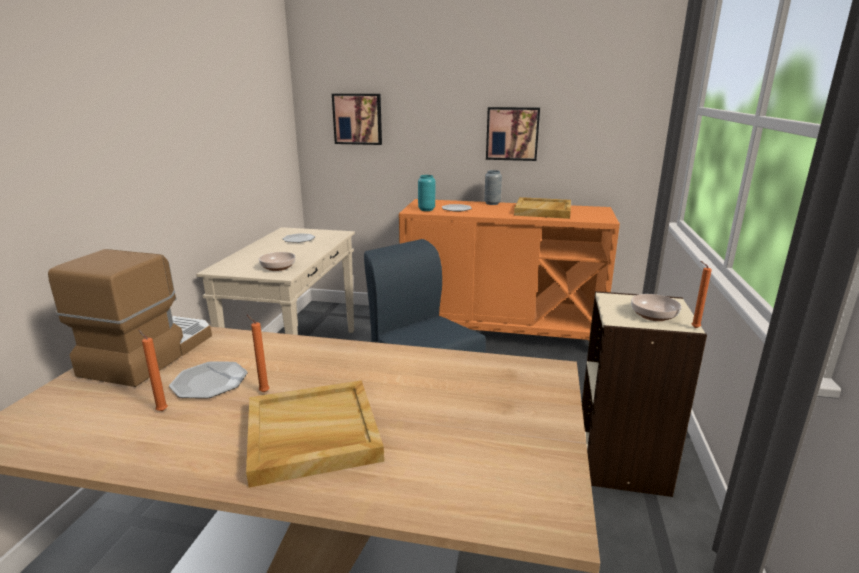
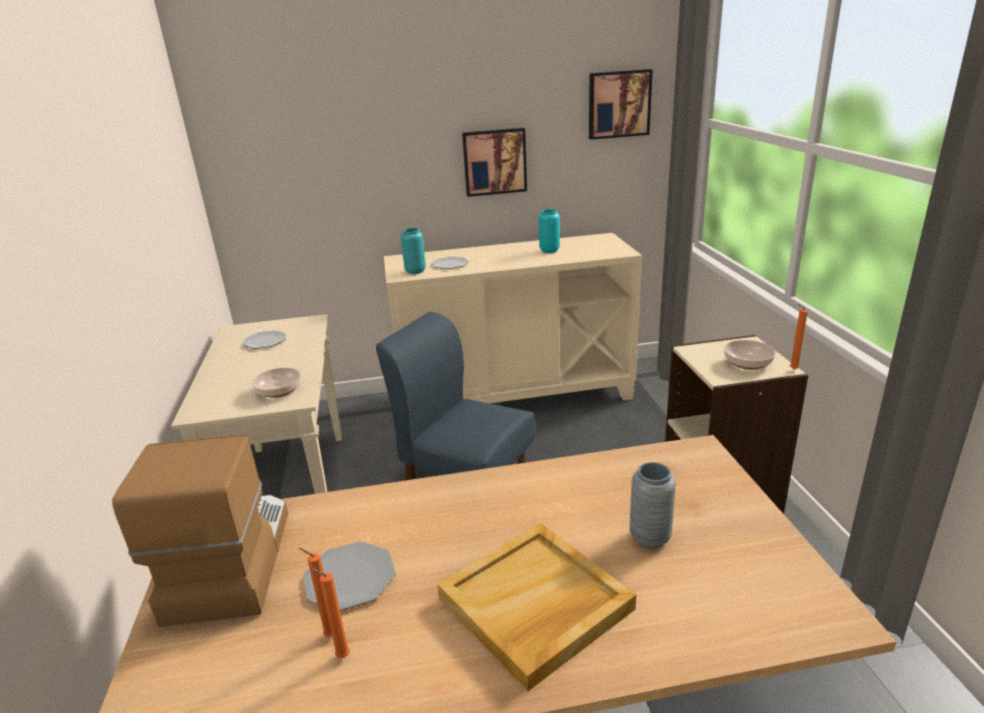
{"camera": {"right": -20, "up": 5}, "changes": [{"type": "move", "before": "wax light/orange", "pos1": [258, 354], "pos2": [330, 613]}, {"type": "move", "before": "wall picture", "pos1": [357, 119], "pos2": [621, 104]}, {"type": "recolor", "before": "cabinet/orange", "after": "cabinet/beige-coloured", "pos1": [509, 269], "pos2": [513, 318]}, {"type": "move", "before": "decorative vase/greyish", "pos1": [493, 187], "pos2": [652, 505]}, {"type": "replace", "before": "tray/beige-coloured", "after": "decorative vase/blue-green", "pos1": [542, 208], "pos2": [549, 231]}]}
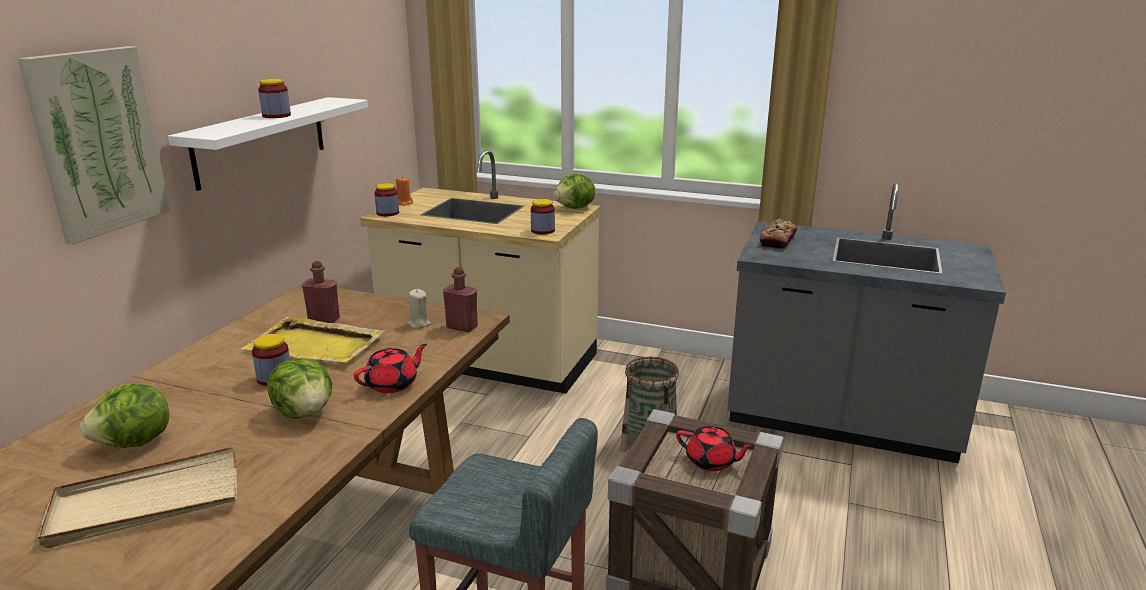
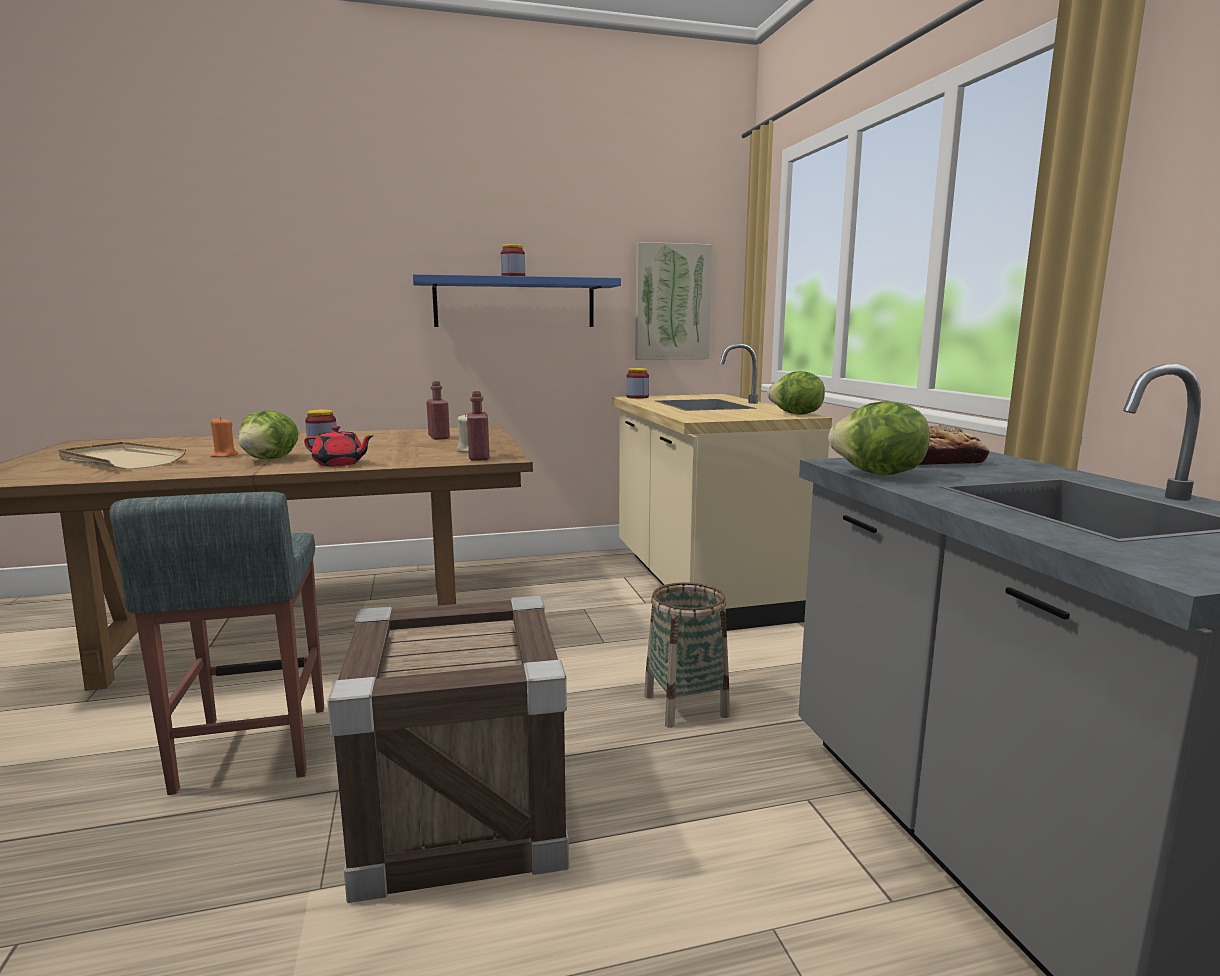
{"camera": {"right": 55, "up": -10}, "changes": [{"type": "move", "before": "wall picture", "pos1": [94, 145], "pos2": [674, 301]}, {"type": "move", "before": "lettuce", "pos1": [124, 416], "pos2": [879, 438]}, {"type": "recolor", "before": "wall shelf/white-coloured", "after": "wall shelf/blue-coloured", "pos1": [268, 144], "pos2": [517, 300]}, {"type": "delete", "before": "tray/yellow", "pos1": [313, 339]}, {"type": "move", "before": "wax light/orange", "pos1": [404, 191], "pos2": [224, 437]}, {"type": "delete", "before": "jar", "pos1": [543, 217]}, {"type": "delete", "before": "teapot/red", "pos1": [715, 448]}]}
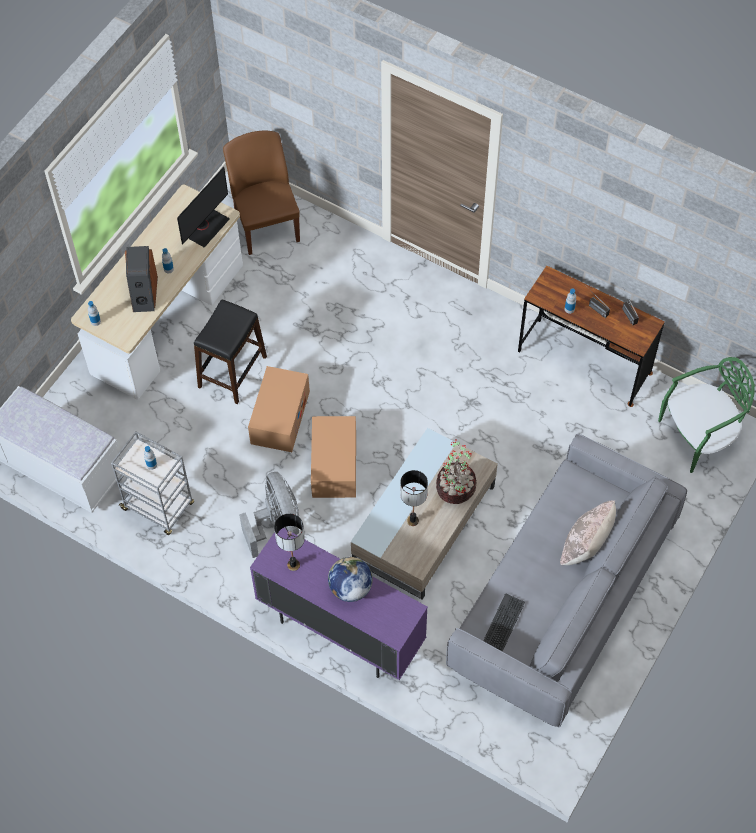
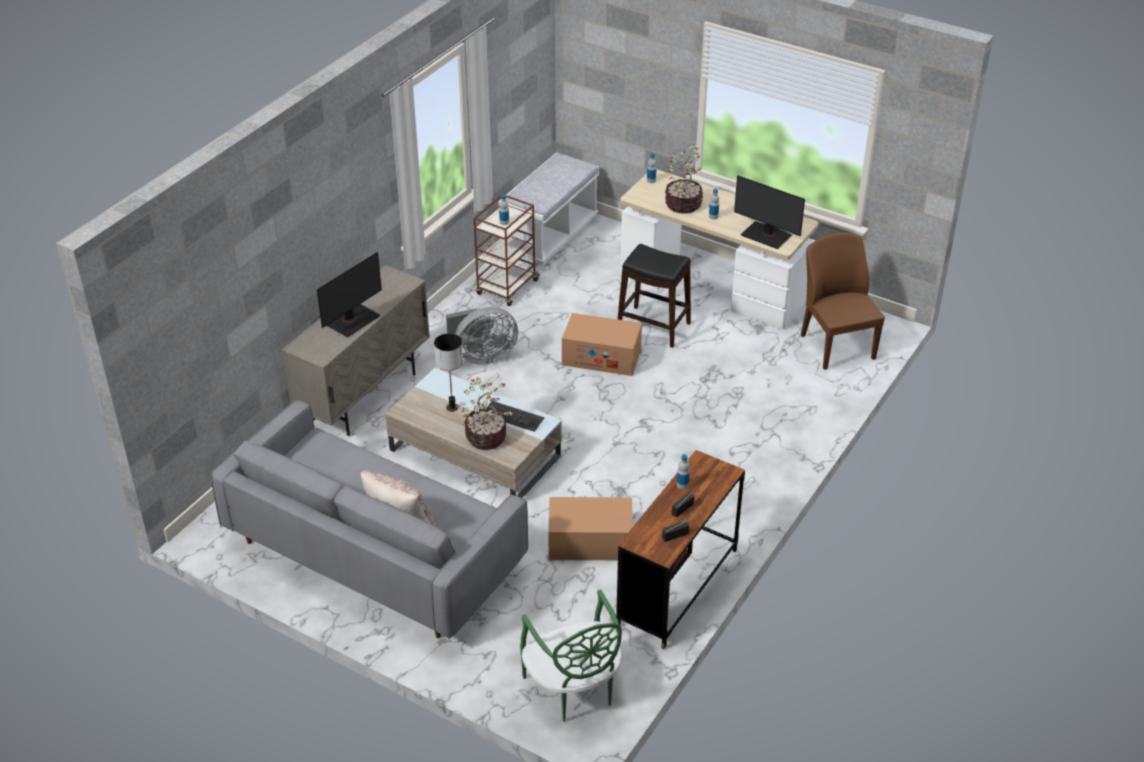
{"camera": {"right": 90, "up": -20}, "changes": [{"type": "recolor", "before": "cart/greyish", "after": "cart/brown-coloured", "pos1": [152, 483], "pos2": [506, 250]}, {"type": "replace", "before": "speaker", "after": "houseplant", "pos1": [141, 279], "pos2": [684, 179]}, {"type": "rotate", "before": "upright chair/brown-coloured", "pos1": [261, 192], "pos2": [843, 301], "turn": -90}, {"type": "recolor", "before": "cabinet/purple", "after": "cabinet/beige-coloured", "pos1": [339, 604], "pos2": [356, 350]}, {"type": "delete", "before": "lamp for a table", "pos1": [289, 542]}, {"type": "move", "before": "packing box", "pos1": [333, 457], "pos2": [590, 528]}, {"type": "replace", "before": "desk globe", "after": "monitor", "pos1": [350, 579], "pos2": [349, 294]}, {"type": "move", "before": "keyboard", "pos1": [504, 622], "pos2": [515, 416]}]}
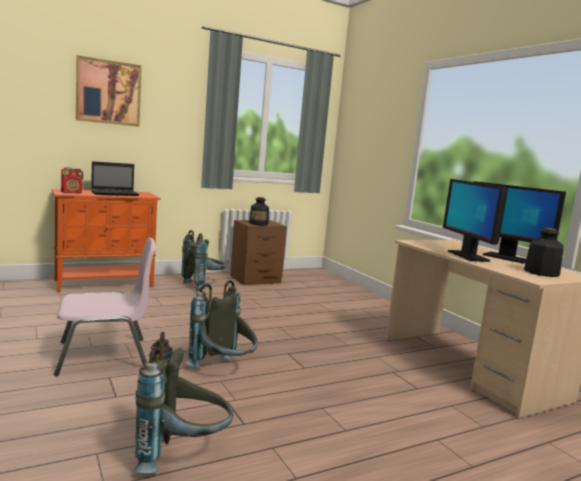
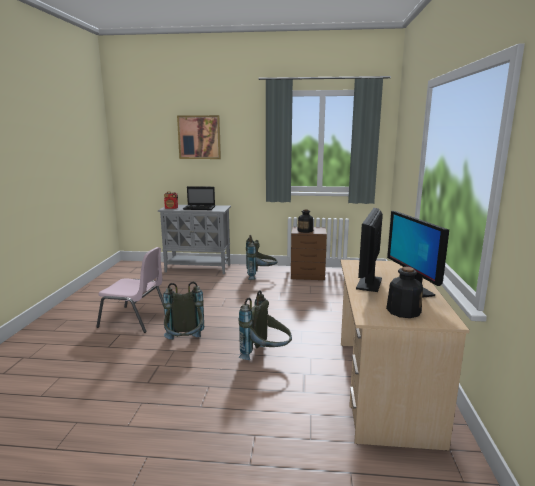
{"camera": {"right": 35, "up": 5}, "changes": [{"type": "recolor", "before": "cabinet/orange", "after": "cabinet/greyish", "pos1": [106, 240], "pos2": [194, 239]}, {"type": "move", "before": "rucksack/greyish", "pos1": [183, 402], "pos2": [265, 325]}]}
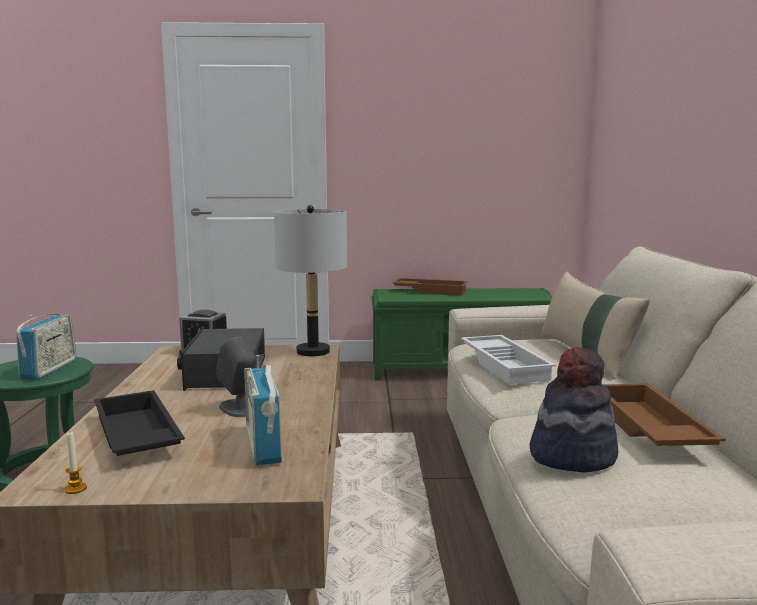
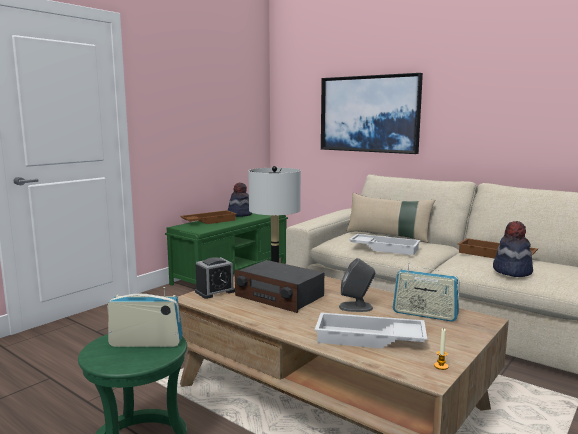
{"camera": {"right": -50, "up": 0}, "changes": [{"type": "rotate", "before": "radio set", "pos1": [46, 347], "pos2": [145, 317], "turn": -45}, {"type": "recolor", "before": "tray/black", "after": "tray/white-coloured", "pos1": [139, 423], "pos2": [371, 330]}, {"type": "insert", "after": "hat", "pos2": [240, 200]}, {"type": "insert", "after": "wall picture", "pos2": [372, 113]}]}
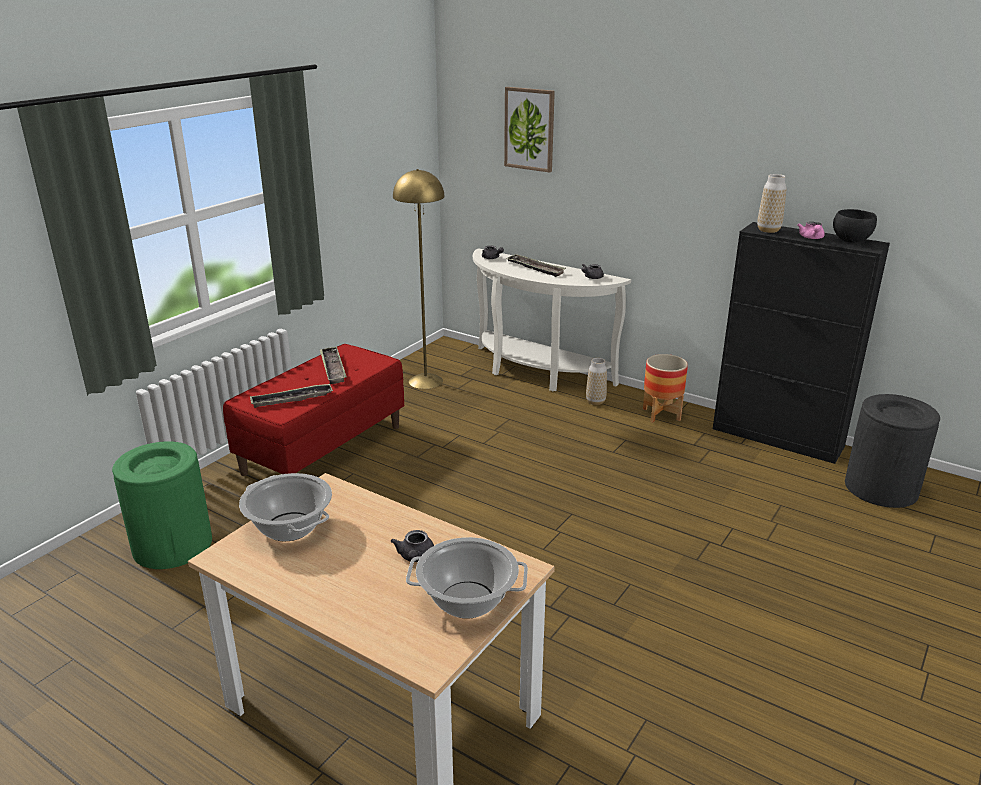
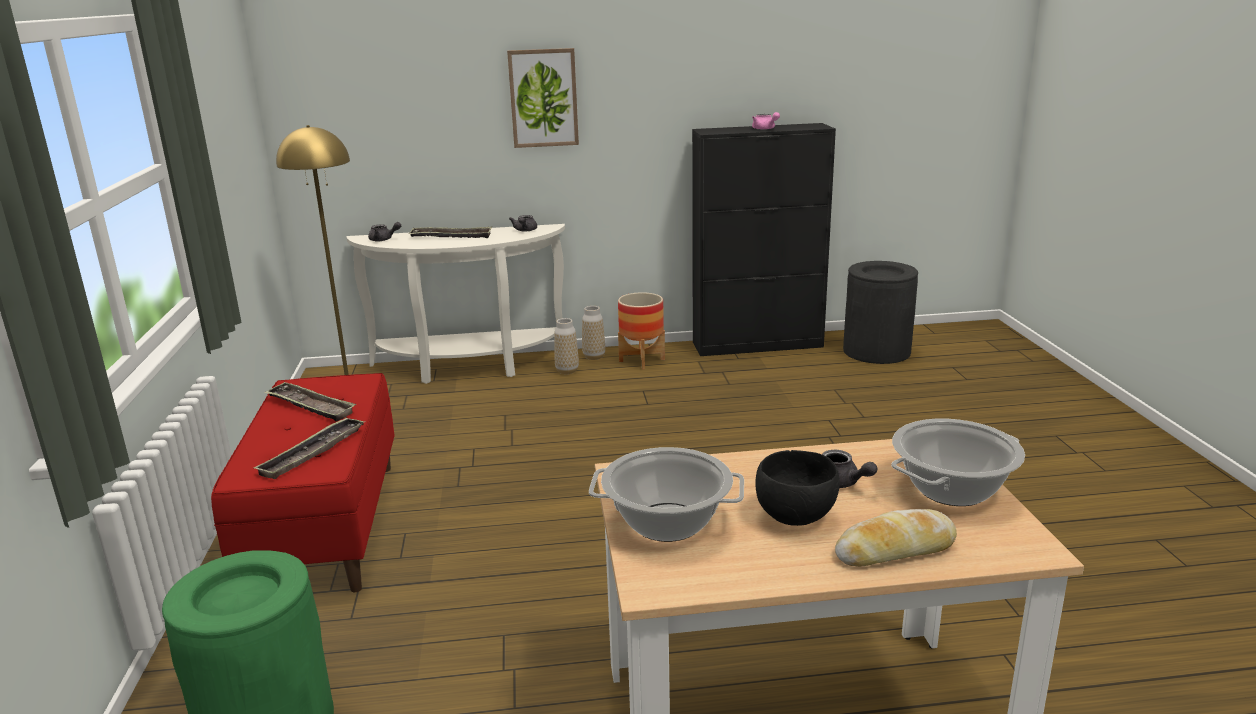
{"camera": {"right": -40, "up": -5}, "changes": [{"type": "move", "before": "wall picture", "pos1": [529, 130], "pos2": [543, 98]}, {"type": "move", "before": "decorative vase", "pos1": [771, 203], "pos2": [593, 333]}, {"type": "move", "before": "serving bowl/black", "pos1": [855, 226], "pos2": [797, 488]}, {"type": "insert", "after": "baked bread", "pos2": [896, 538]}]}
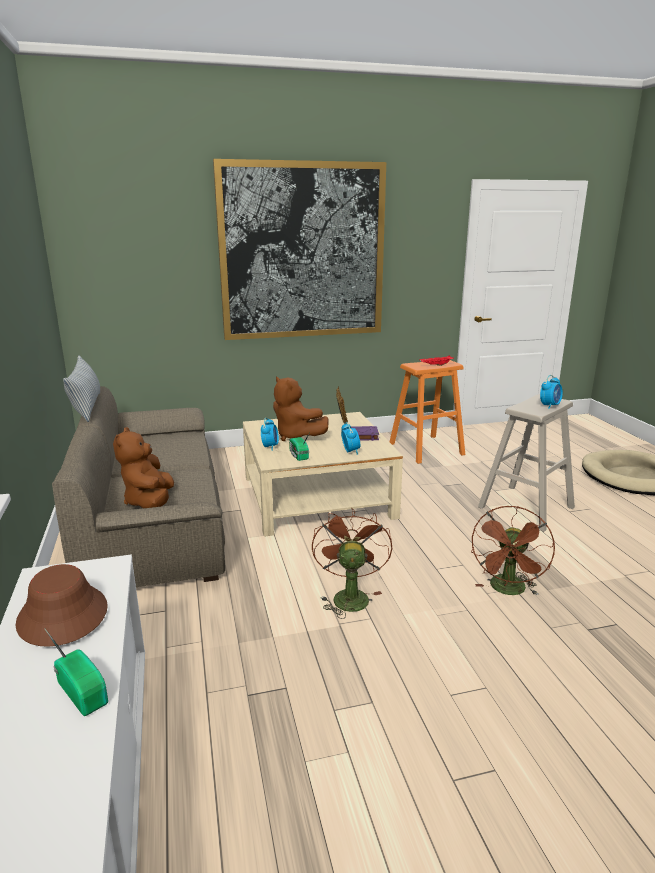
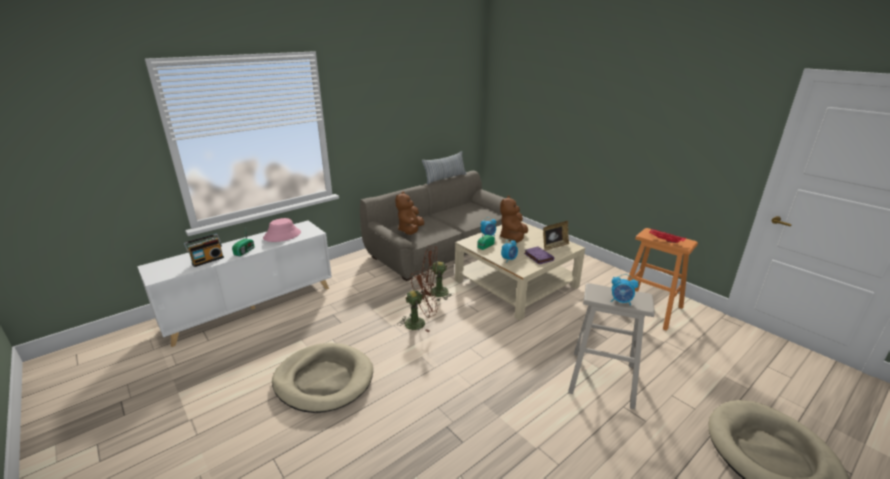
{"camera": {"right": 65, "up": 5}, "changes": [{"type": "recolor", "before": "hat/brown-coloured", "after": "hat/pinkish", "pos1": [62, 605], "pos2": [282, 230]}, {"type": "rotate", "before": "plush toy/brown-coloured", "pos1": [143, 467], "pos2": [409, 213], "turn": -45}, {"type": "delete", "before": "wall picture", "pos1": [299, 249]}, {"type": "move", "before": "fan/brown-coloured", "pos1": [513, 550], "pos2": [438, 273]}, {"type": "insert", "after": "radio set", "pos2": [204, 250]}, {"type": "insert", "after": "pet bed/beige-coloured", "pos2": [322, 378]}]}
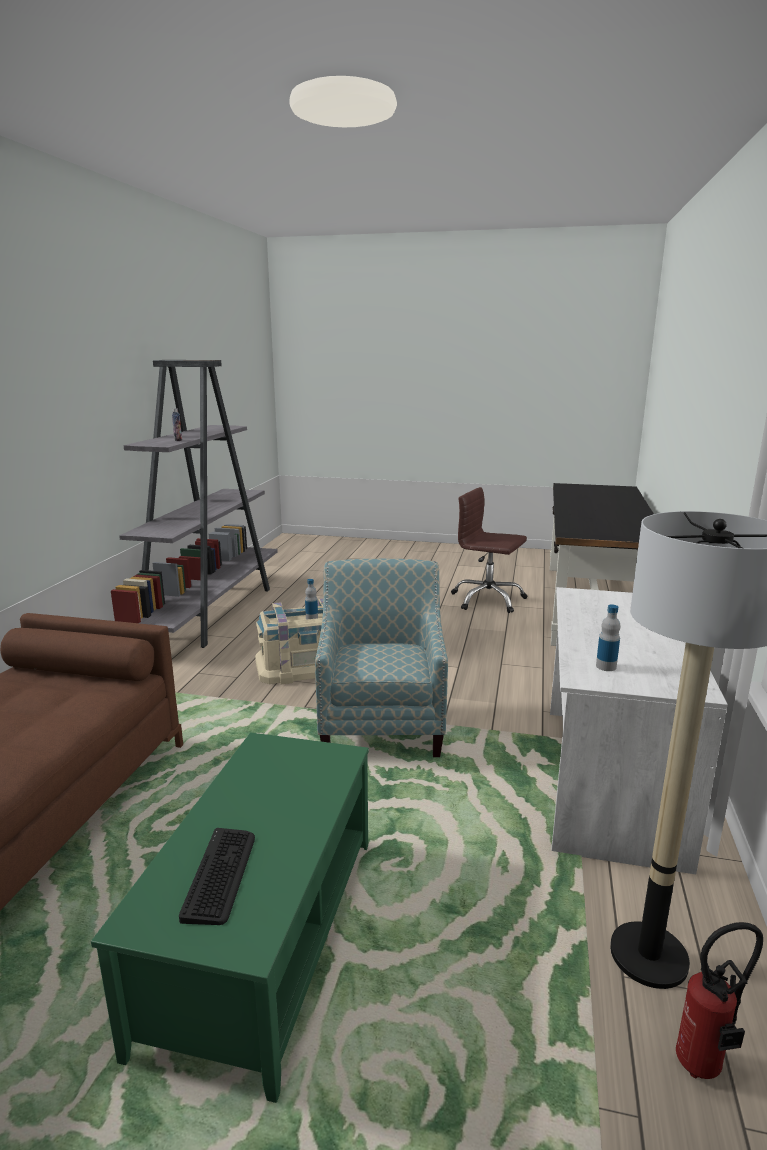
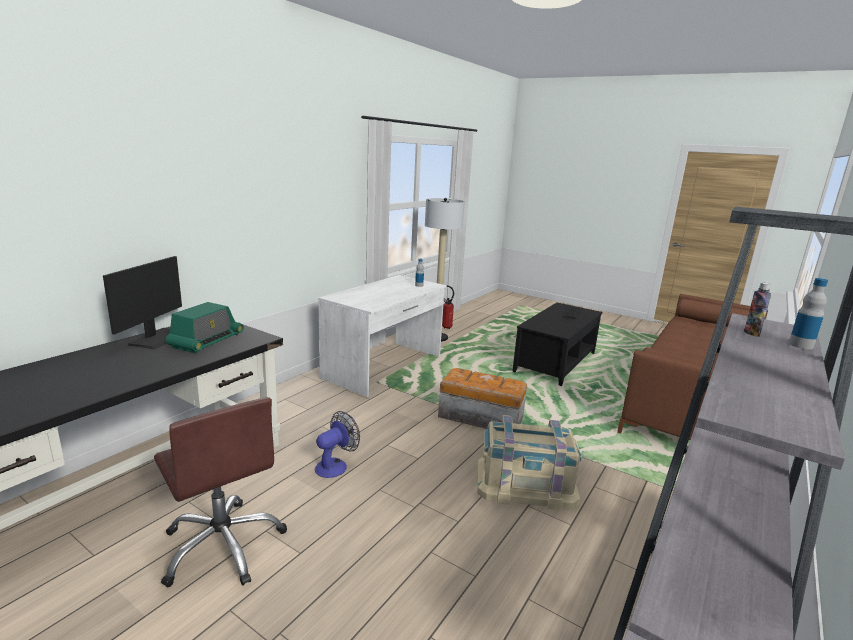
{"camera": {"right": -160, "up": 0}, "changes": [{"type": "recolor", "before": "lounge table/green-coloured", "after": "lounge table/black", "pos1": [230, 917], "pos2": [557, 344]}, {"type": "move", "before": "bottle", "pos1": [311, 599], "pos2": [808, 314]}, {"type": "replace", "before": "armchair", "after": "storage bin", "pos1": [381, 658], "pos2": [482, 398]}, {"type": "insert", "after": "monitor", "pos2": [142, 303]}, {"type": "insert", "after": "radio set", "pos2": [205, 327]}, {"type": "insert", "after": "fan", "pos2": [337, 444]}]}
